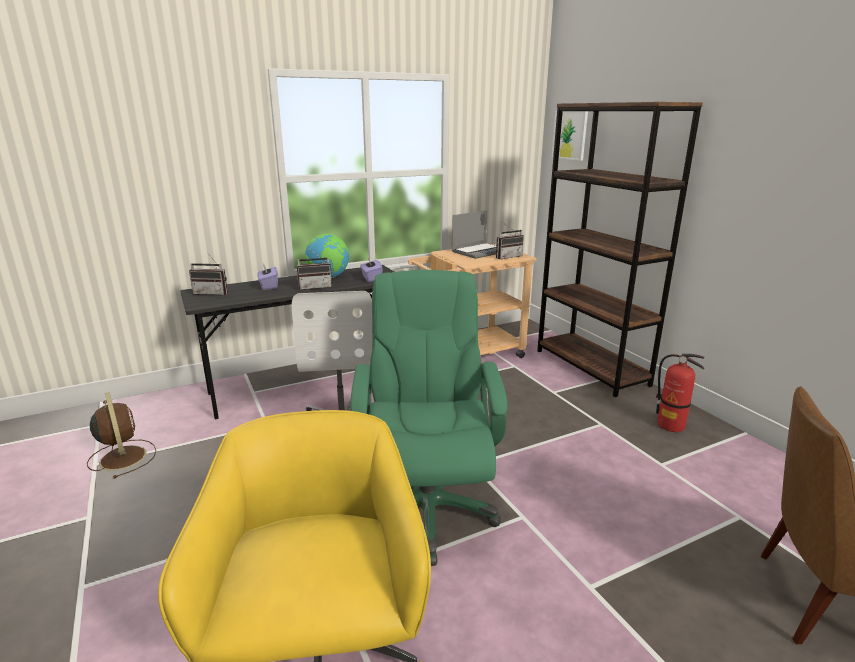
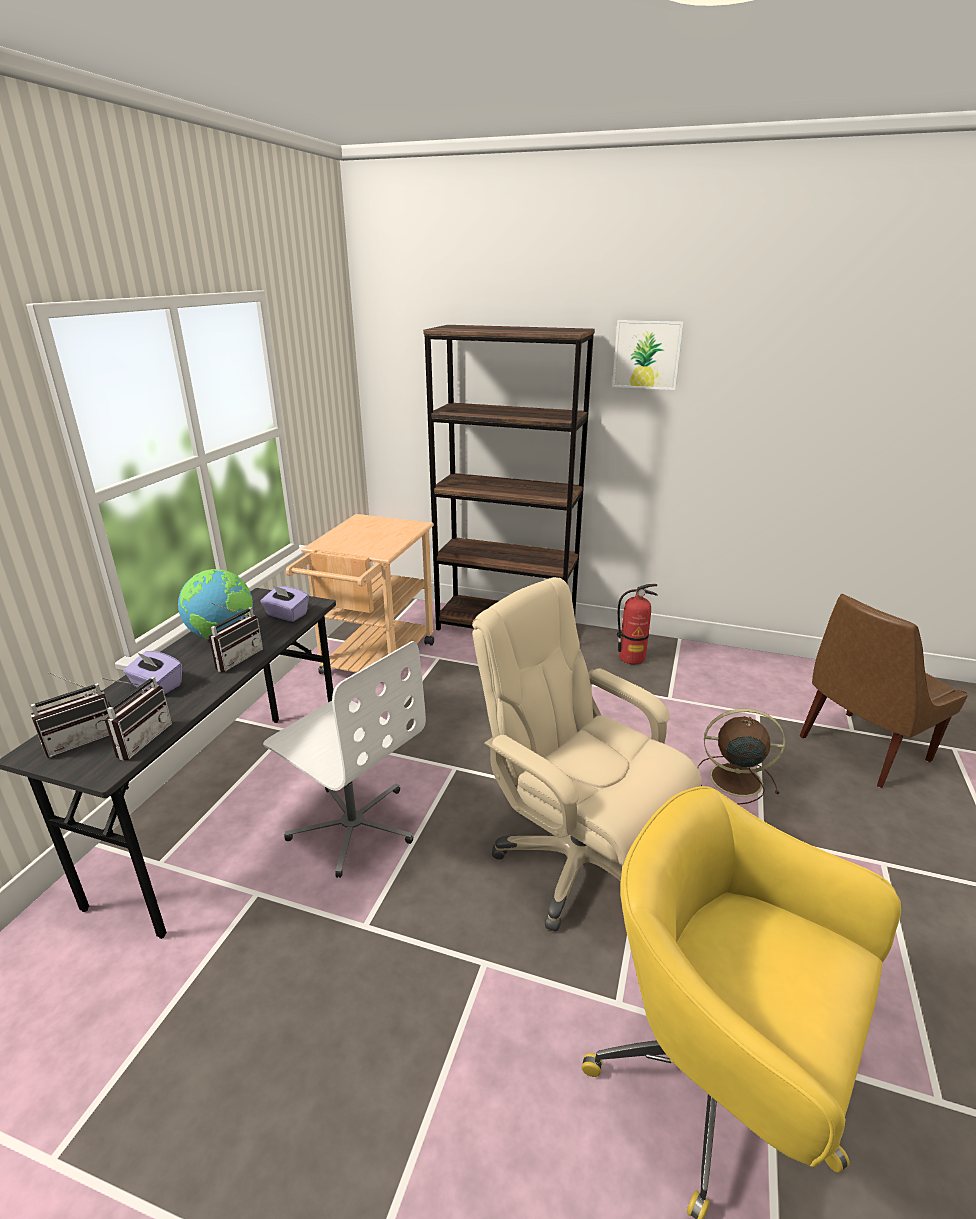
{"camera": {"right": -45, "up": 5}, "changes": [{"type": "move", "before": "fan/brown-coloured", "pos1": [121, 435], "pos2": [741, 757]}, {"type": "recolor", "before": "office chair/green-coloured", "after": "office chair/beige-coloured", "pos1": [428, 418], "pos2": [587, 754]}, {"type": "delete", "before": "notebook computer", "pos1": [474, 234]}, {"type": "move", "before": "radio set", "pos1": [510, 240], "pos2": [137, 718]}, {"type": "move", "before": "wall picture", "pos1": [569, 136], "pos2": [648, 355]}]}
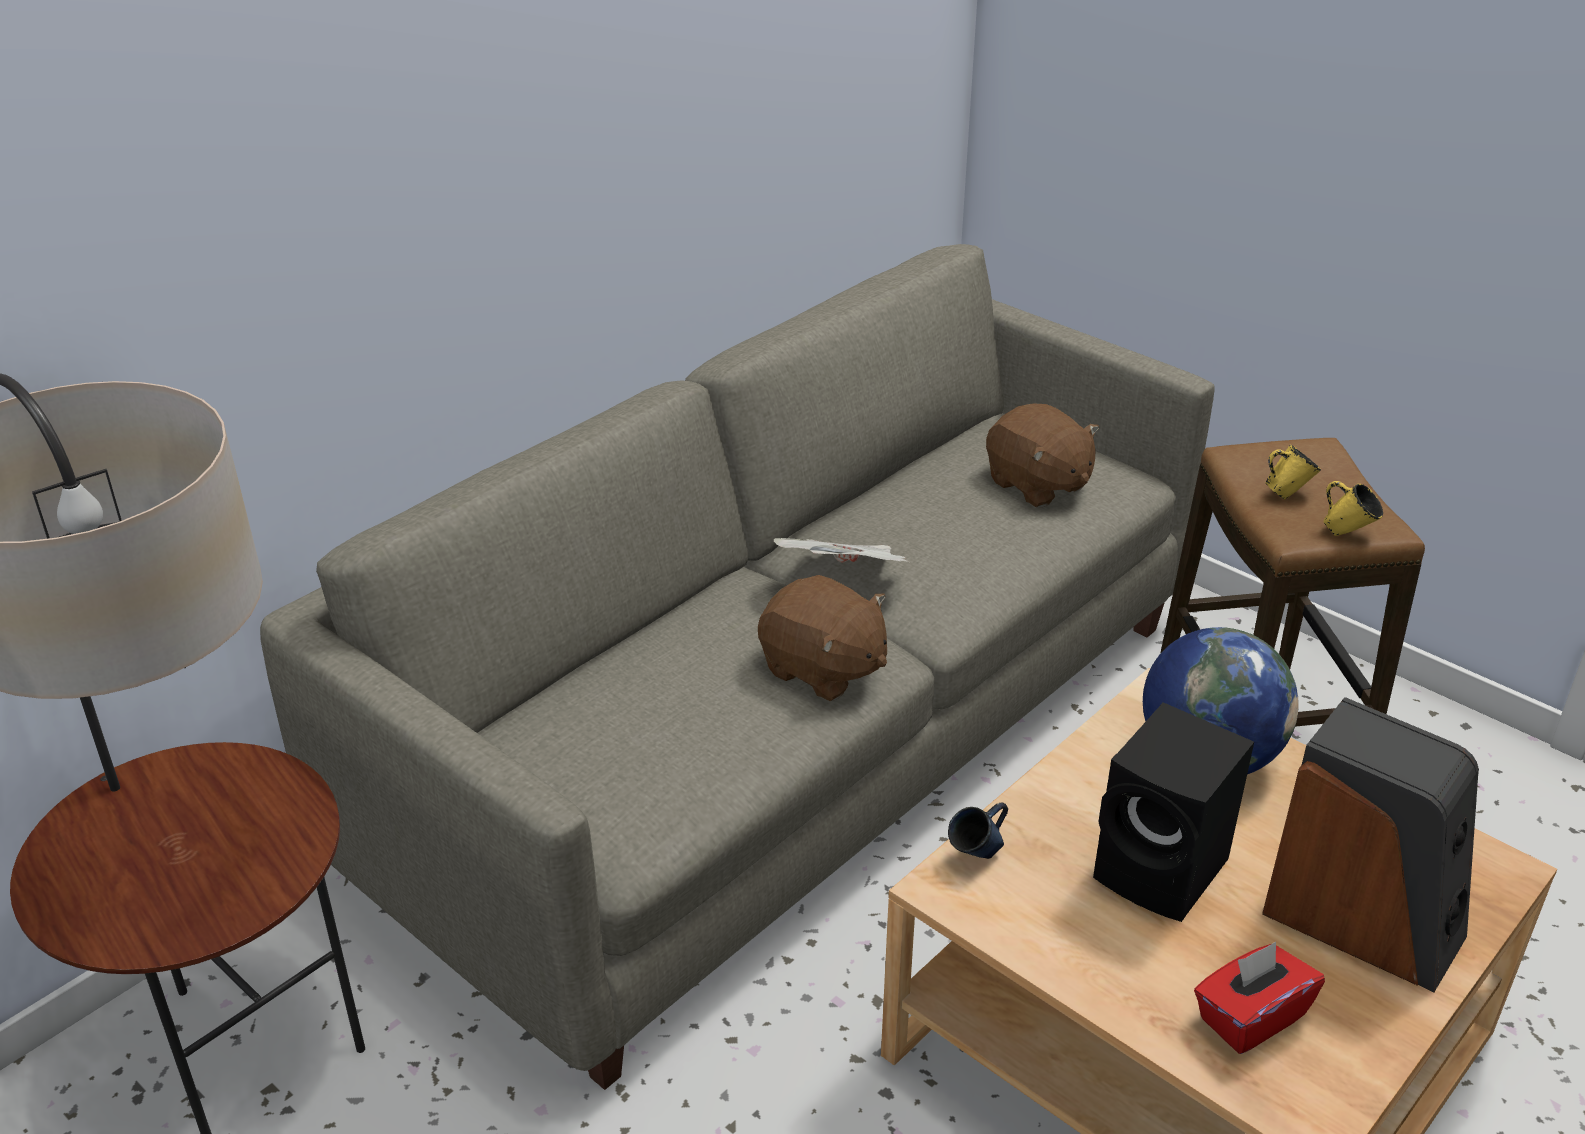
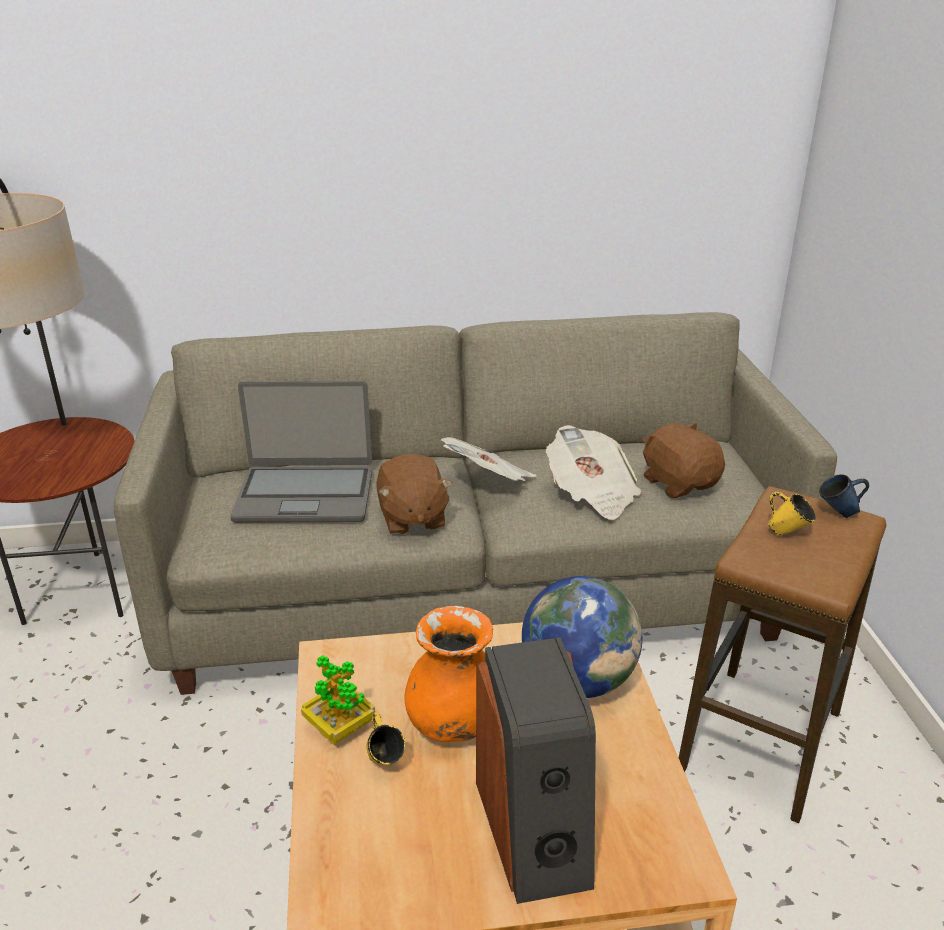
{"camera": {"right": 40, "up": -5}, "changes": [{"type": "move", "before": "tea mug/blue-coloured", "pos1": [978, 830], "pos2": [844, 496]}, {"type": "rotate", "before": "plush toy/brown-coloured", "pos1": [1042, 455], "pos2": [683, 460], "turn": 150}, {"type": "replace", "before": "speaker/black", "after": "decorative vase/orange", "pos1": [1173, 812], "pos2": [448, 674]}, {"type": "delete", "before": "tissue holder/red", "pos1": [1259, 998]}, {"type": "move", "before": "tea mug/yellow", "pos1": [1353, 508], "pos2": [385, 738]}, {"type": "insert", "after": "notebook computer", "pos2": [301, 452]}, {"type": "insert", "after": "houseplant", "pos2": [338, 700]}, {"type": "insert", "after": "newspaper", "pos2": [593, 472]}]}
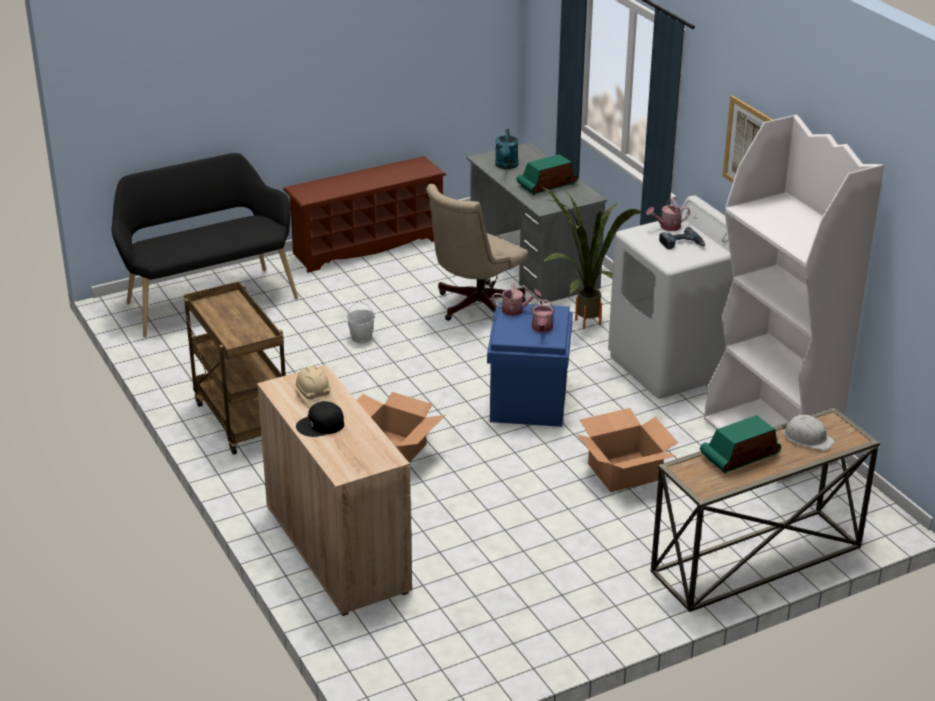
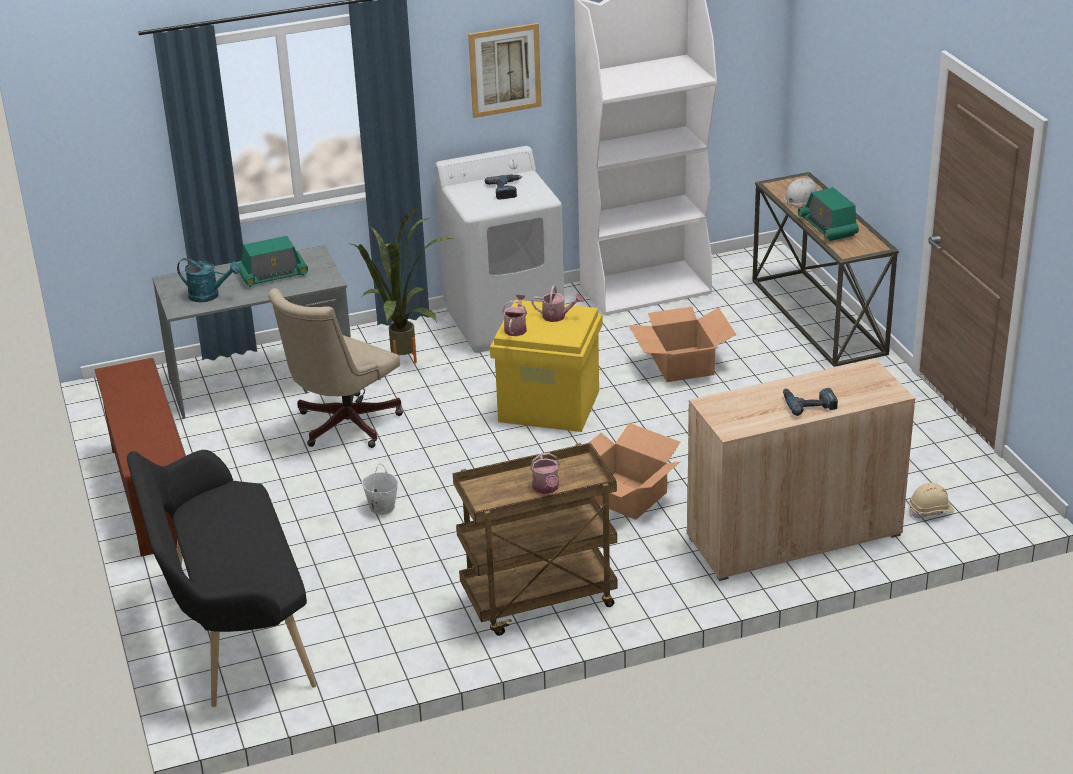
{"camera": {"right": -80, "up": 0}, "changes": [{"type": "move", "before": "work helmet/beige-coloured", "pos1": [313, 386], "pos2": [932, 500]}, {"type": "replace", "before": "peaked cap/black", "after": "power drill", "pos1": [320, 419], "pos2": [810, 402]}, {"type": "rotate", "before": "office chair/beige-coloured", "pos1": [477, 252], "pos2": [335, 368], "turn": 75}, {"type": "recolor", "before": "storage bin/blue-coloured", "after": "storage bin/yellow", "pos1": [530, 364], "pos2": [546, 366]}, {"type": "rotate", "before": "radio set", "pos1": [547, 174], "pos2": [273, 261], "turn": -90}, {"type": "move", "before": "sprinkling can", "pos1": [668, 214], "pos2": [545, 473]}]}
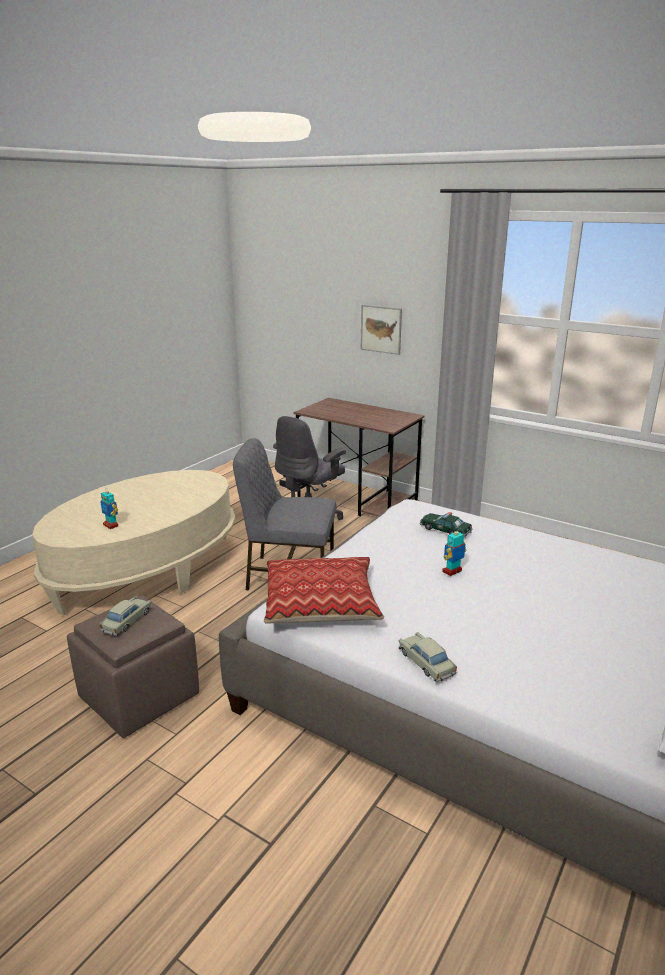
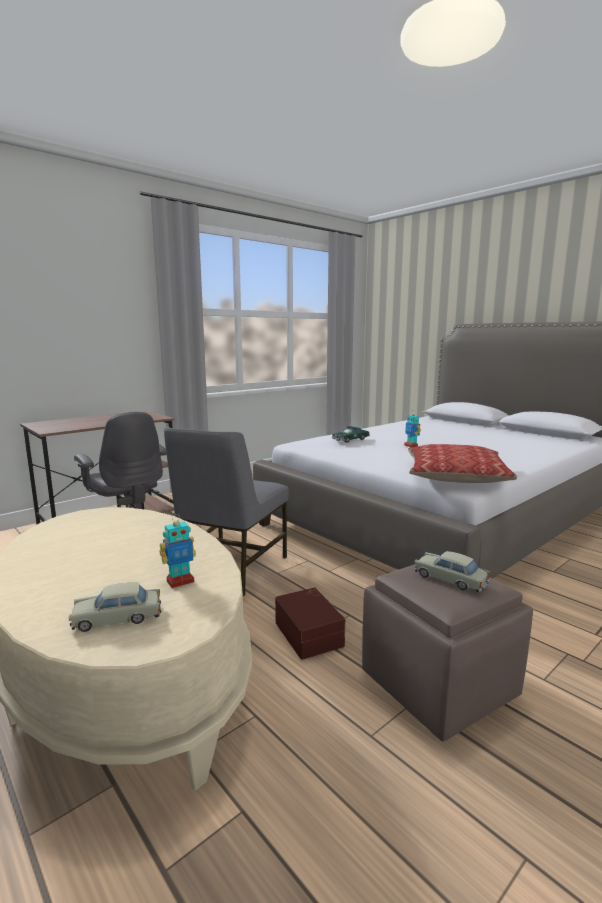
{"camera": {"right": -75, "up": -10}, "changes": [{"type": "delete", "before": "wall picture", "pos1": [381, 330]}, {"type": "move", "before": "miniature car/beige-coloured", "pos1": [428, 657], "pos2": [115, 607]}, {"type": "insert", "after": "storage bin/brown-coloured", "pos2": [310, 624]}]}
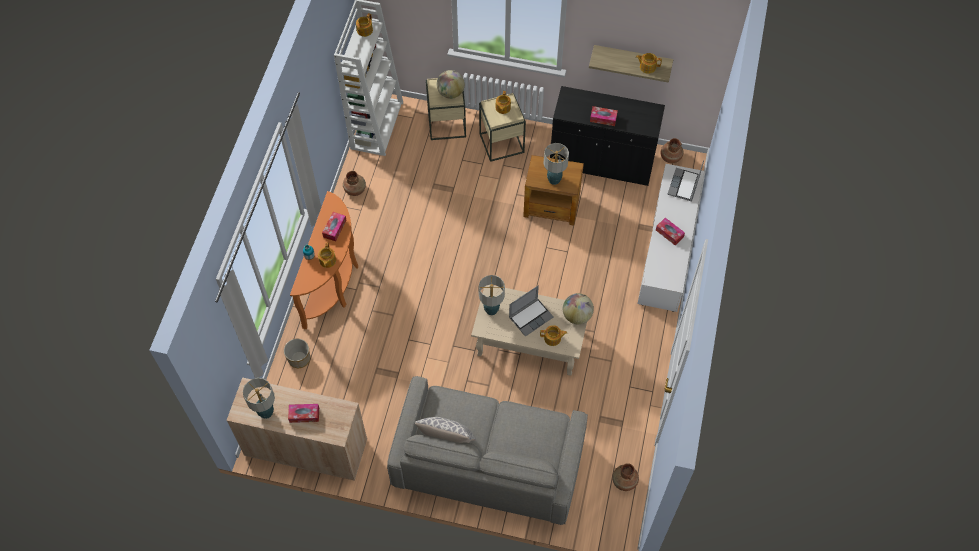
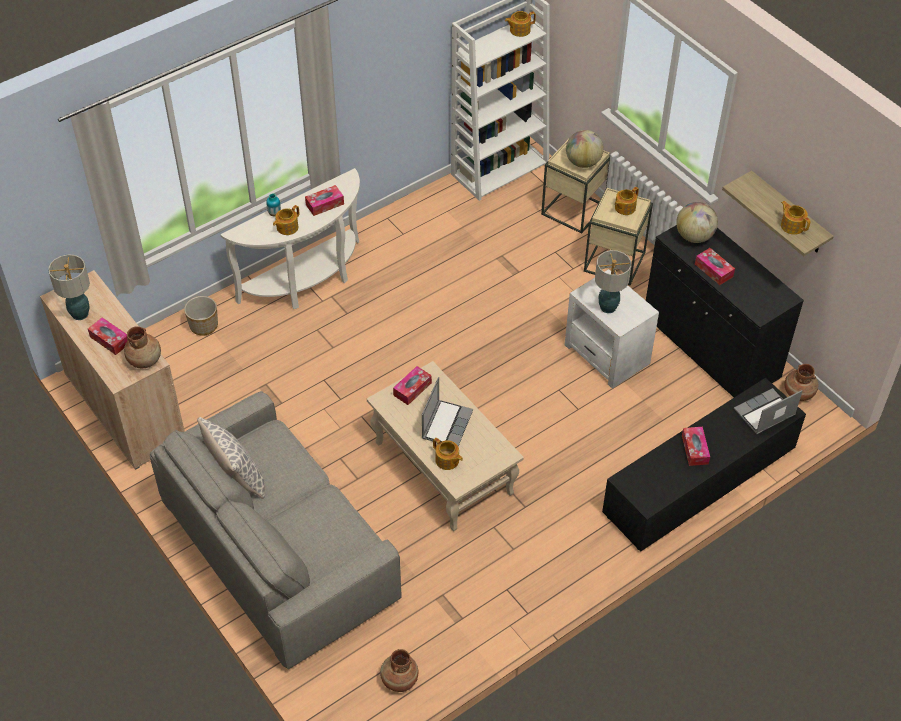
{"camera": {"right": 40, "up": -10}, "changes": [{"type": "recolor", "before": "console table/orange", "after": "console table/white-coloured", "pos1": [324, 260], "pos2": [290, 238]}, {"type": "move", "before": "decorative vase/brown-coloured", "pos1": [354, 183], "pos2": [142, 347]}, {"type": "replace", "before": "lamp for a table", "after": "tissue holder", "pos1": [492, 295], "pos2": [412, 385]}, {"type": "rotate", "before": "notebook computer", "pos1": [531, 311], "pos2": [447, 411], "turn": -75}, {"type": "recolor", "before": "end table/brown-coloured", "after": "end table/white-coloured", "pos1": [553, 190], "pos2": [612, 329]}, {"type": "move", "before": "desk globe", "pos1": [578, 308], "pos2": [697, 222]}, {"type": "recolor", "before": "tv unit/white-coloured", "after": "tv unit/black", "pos1": [670, 238], "pos2": [704, 465]}]}
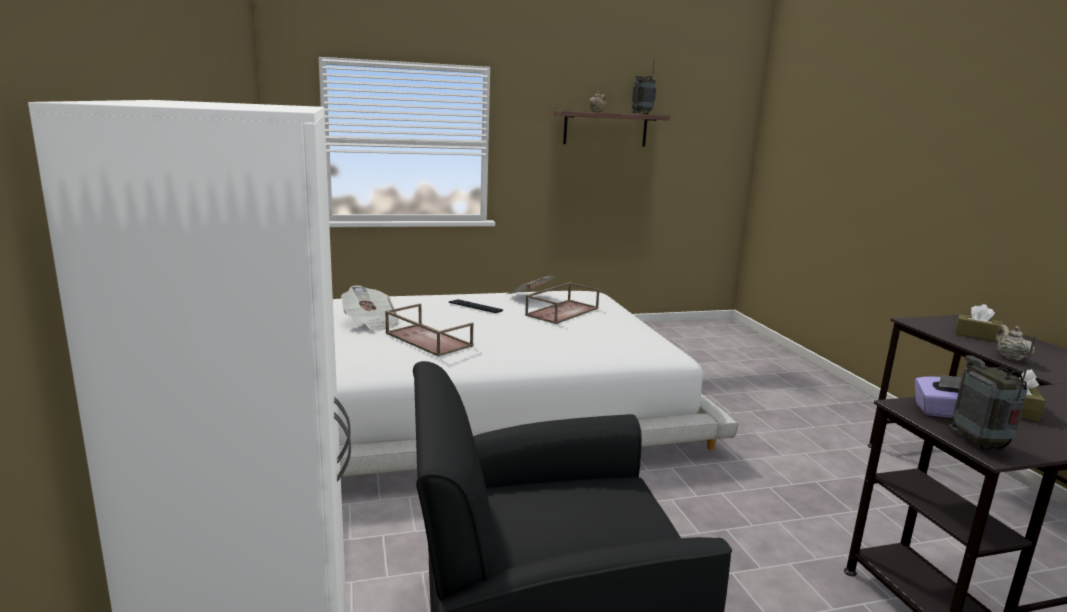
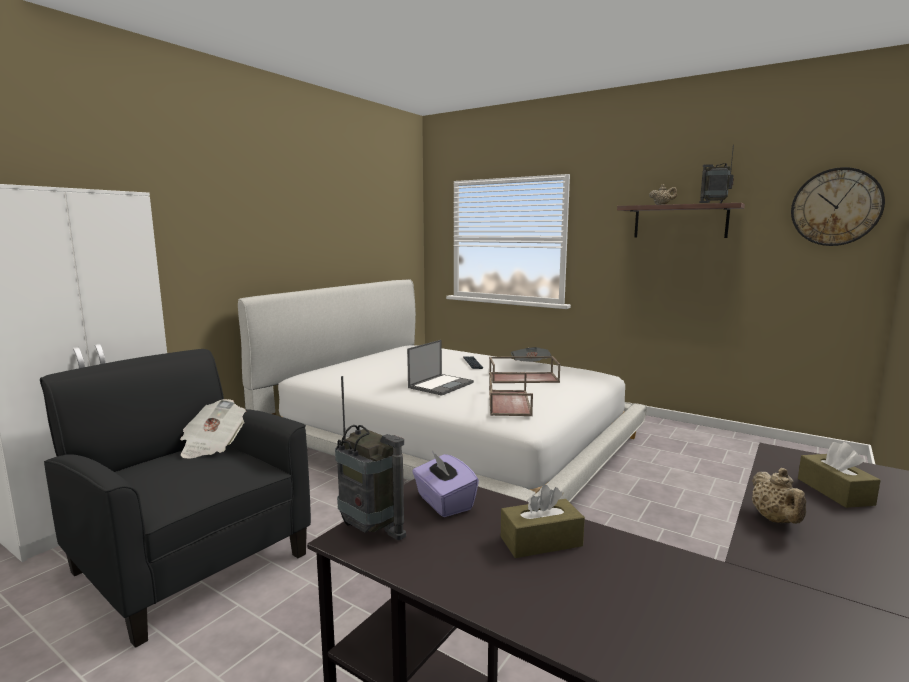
{"camera": {"right": 50, "up": -5}, "changes": [{"type": "move", "before": "newspaper", "pos1": [370, 308], "pos2": [213, 428]}, {"type": "move", "before": "tray/brown-coloured", "pos1": [429, 330], "pos2": [511, 394]}, {"type": "rotate", "before": "radio set", "pos1": [992, 393], "pos2": [370, 458], "turn": 90}, {"type": "rotate", "before": "teapot/beige-coloured", "pos1": [1015, 343], "pos2": [779, 496], "turn": 135}, {"type": "insert", "after": "notebook computer", "pos2": [440, 368]}, {"type": "insert", "after": "clock on the wall", "pos2": [838, 206]}]}
